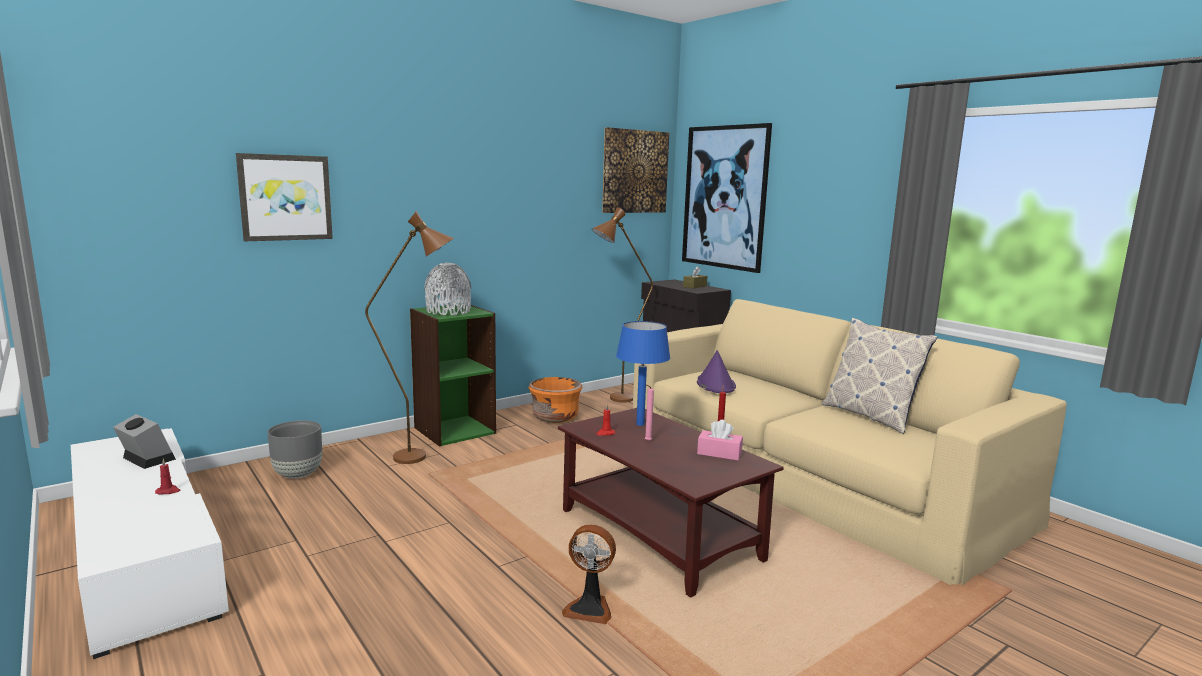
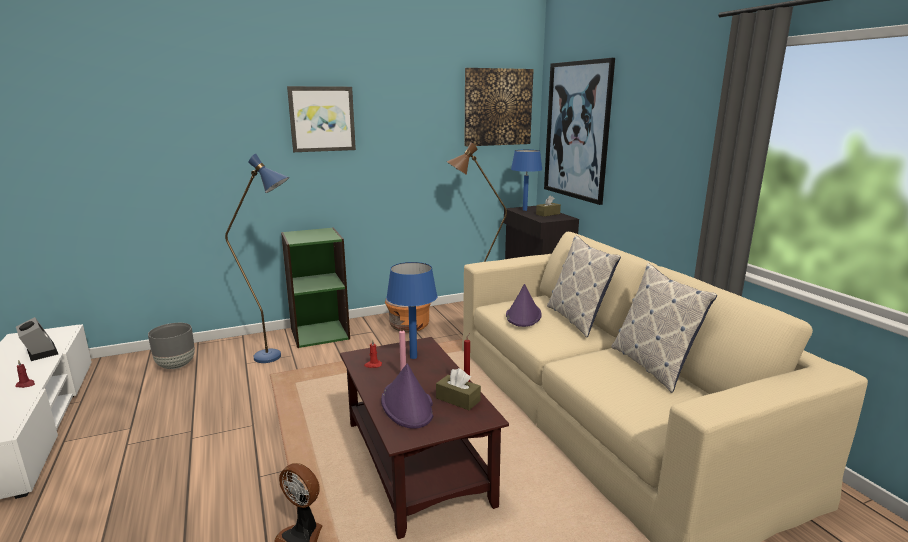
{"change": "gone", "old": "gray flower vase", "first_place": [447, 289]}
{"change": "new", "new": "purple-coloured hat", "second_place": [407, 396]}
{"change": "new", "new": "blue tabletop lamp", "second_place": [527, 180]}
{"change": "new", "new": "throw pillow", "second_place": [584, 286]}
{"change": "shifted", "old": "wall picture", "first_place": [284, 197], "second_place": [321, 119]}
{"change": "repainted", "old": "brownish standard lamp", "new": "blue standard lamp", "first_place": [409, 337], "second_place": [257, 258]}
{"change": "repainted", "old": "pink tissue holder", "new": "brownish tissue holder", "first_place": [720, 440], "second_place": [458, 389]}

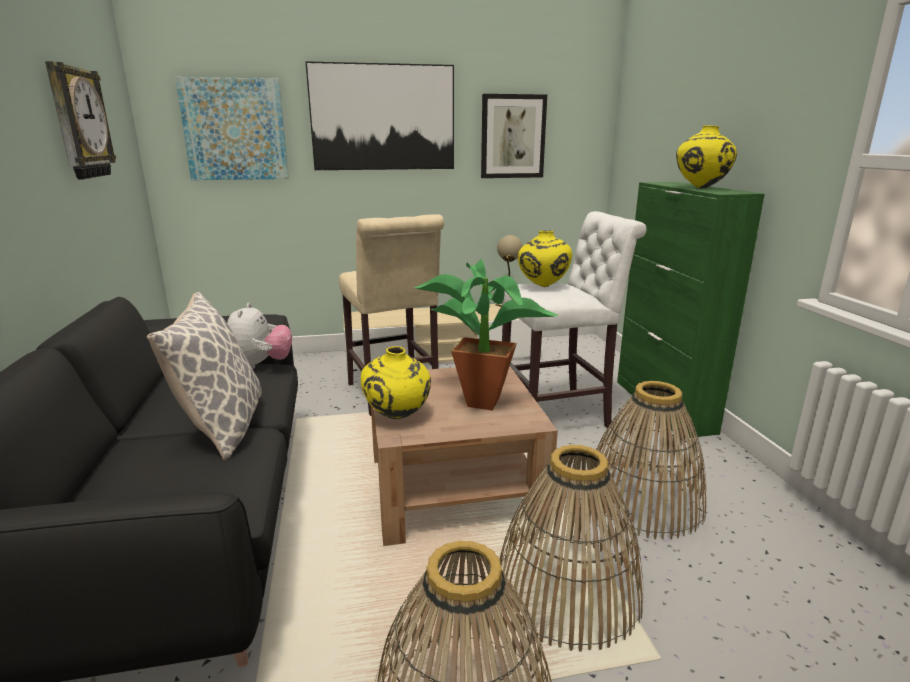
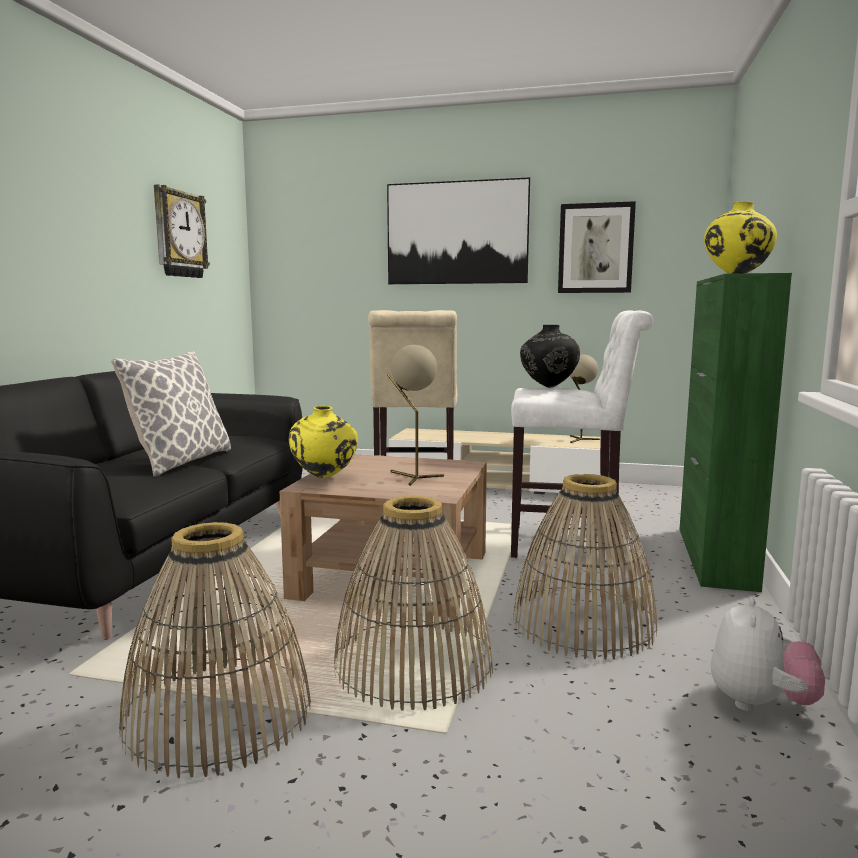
{"change": "gone", "old": "wall picture", "first_place": [232, 128]}
{"change": "shifted", "old": "soft toy", "first_place": [259, 336], "second_place": [768, 654]}
{"change": "swapped", "old": "plant in a pot", "new": "sand-coloured tabletop lamp", "first_place": [486, 334], "second_place": [415, 415]}
{"change": "repainted", "old": "yellow flower vase", "new": "black-coloured flower vase", "first_place": [545, 258], "second_place": [550, 356]}

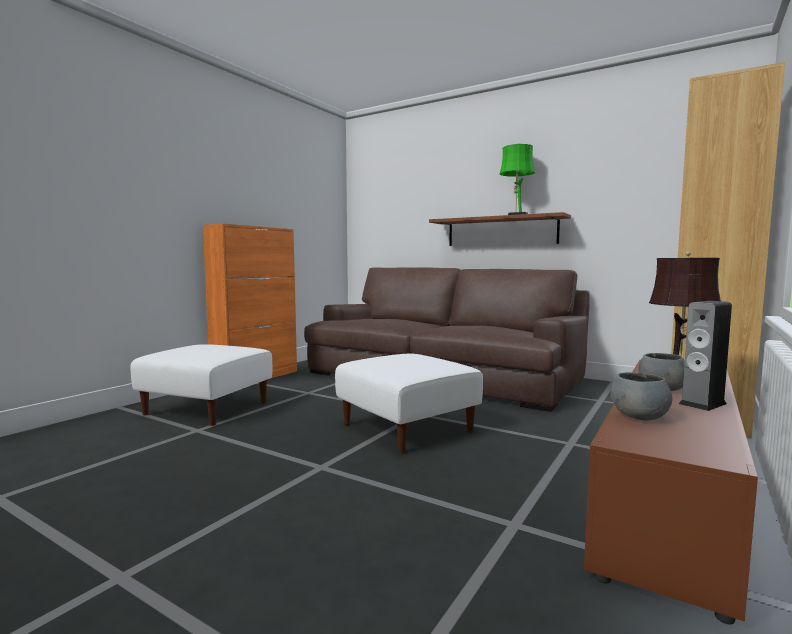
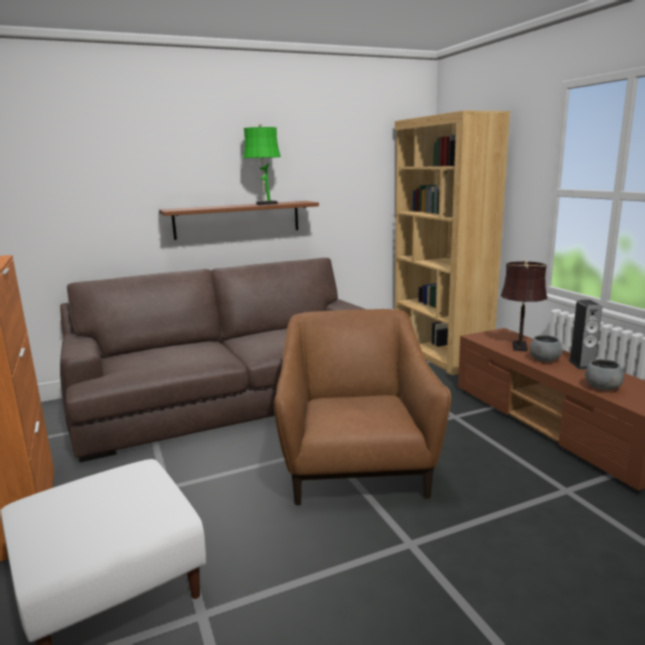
{"change": "swapped", "old": "white-coloured ottoman", "new": "brownish armchair", "first_place": [409, 403], "second_place": [362, 407]}

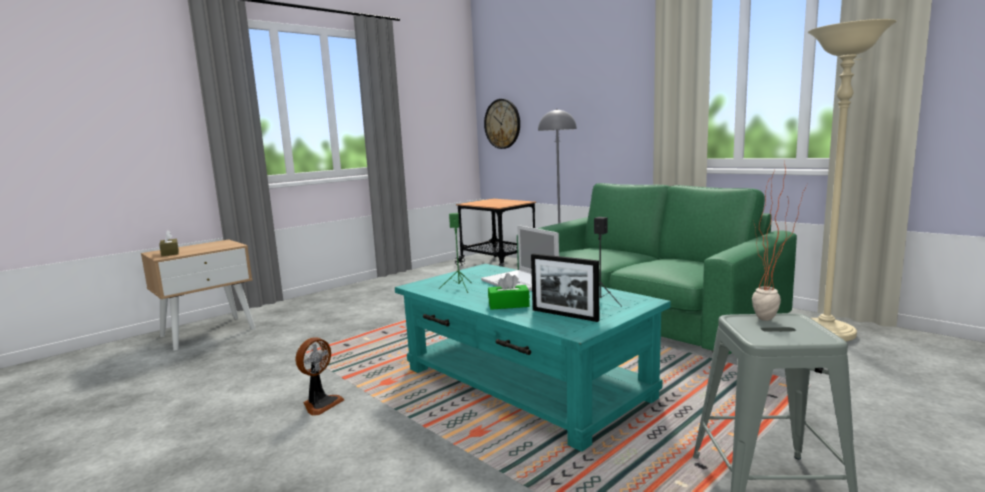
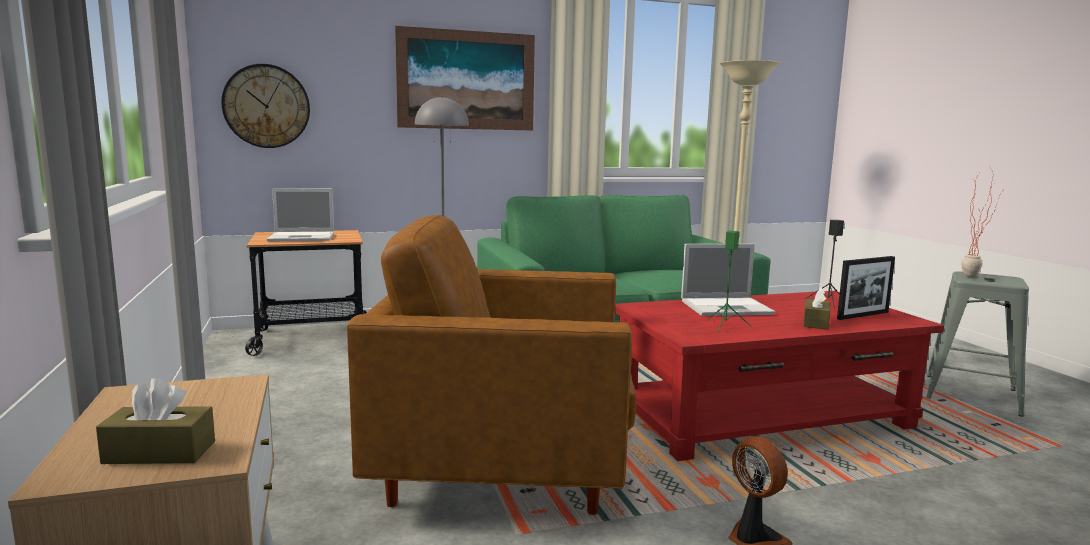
{"change": "new", "new": "notebook computer", "second_place": [300, 215]}
{"change": "new", "new": "brownish armchair", "second_place": [491, 365]}
{"change": "new", "new": "wall picture", "second_place": [465, 78]}
{"change": "repainted", "old": "blue-green low table", "new": "red low table", "first_place": [533, 358], "second_place": [779, 376]}
{"change": "repainted", "old": "greenish tissue holder", "new": "brownish tissue holder", "first_place": [509, 291], "second_place": [816, 308]}

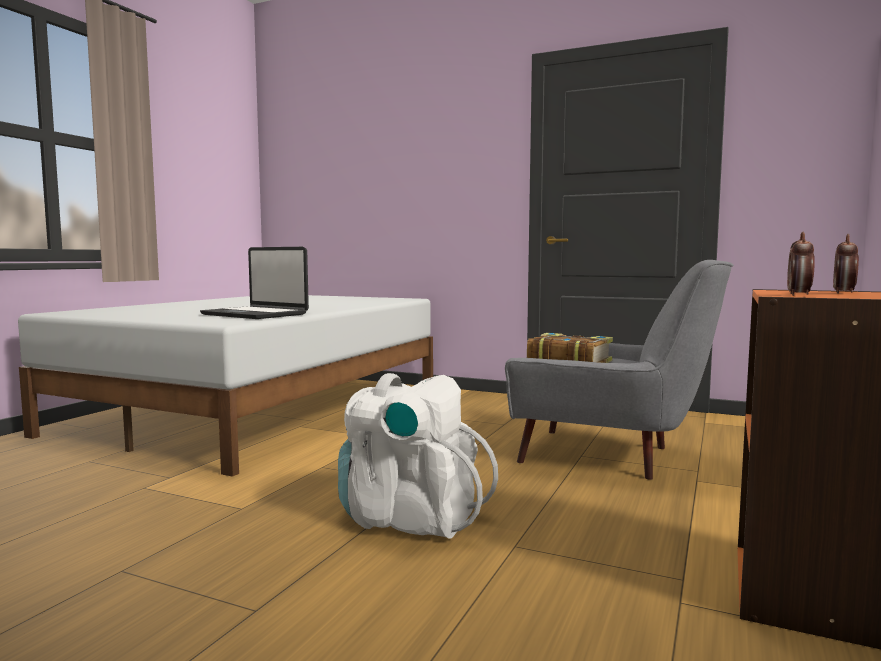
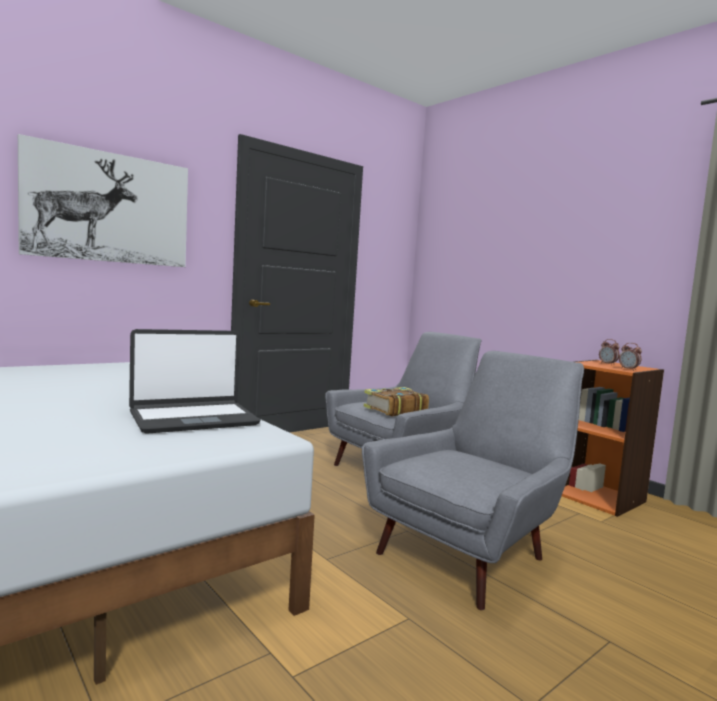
{"change": "new", "new": "wall picture", "second_place": [103, 200]}
{"change": "swapped", "old": "white-coloured backpack", "new": "gray armchair", "first_place": [418, 456], "second_place": [473, 480]}

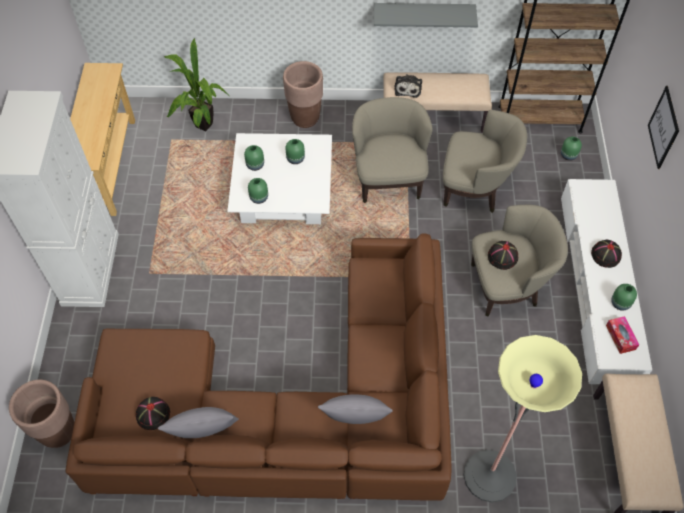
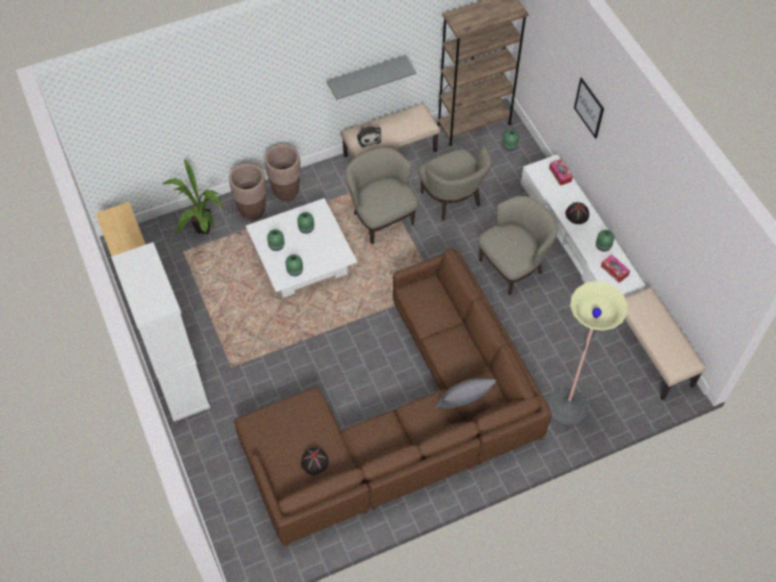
{"change": "gone", "old": "gray throw pillow", "first_place": [198, 422]}
{"change": "gone", "old": "black-coloured hat", "first_place": [503, 255]}
{"change": "new", "new": "tissue holder", "second_place": [561, 172]}
{"change": "shifted", "old": "brownish plant pot", "first_place": [41, 414], "second_place": [247, 191]}
{"change": "rotated", "old": "sand-coloured armchair", "first_place": [485, 161], "second_place": [455, 183], "degrees": 75}

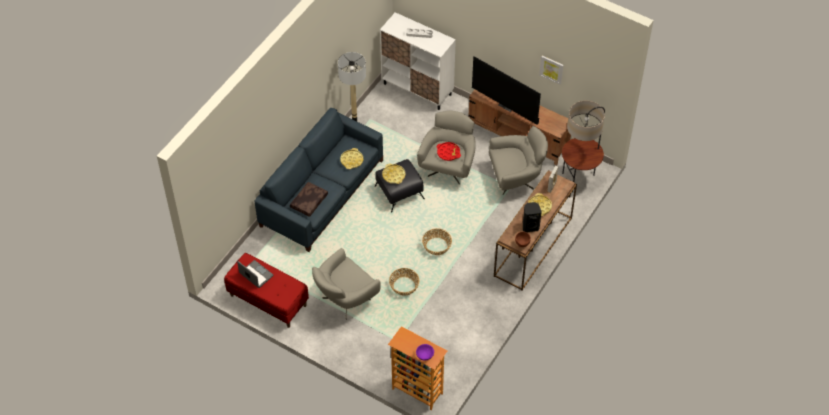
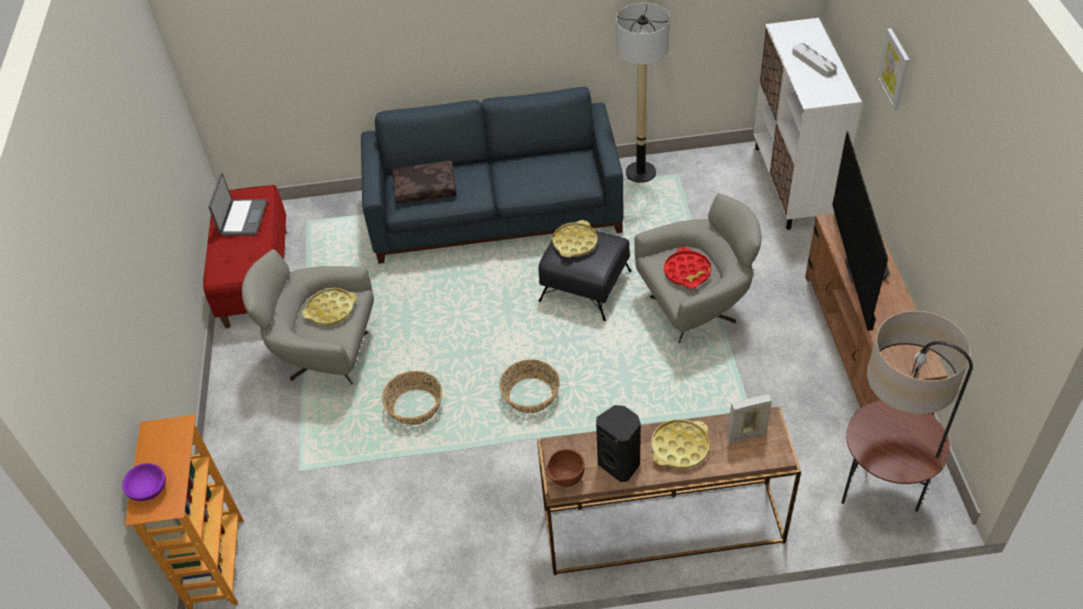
{"change": "gone", "old": "gray armchair", "first_place": [518, 160]}
{"change": "shifted", "old": "yellow carrying tray", "first_place": [351, 158], "second_place": [329, 306]}
{"change": "shifted", "old": "wall picture", "first_place": [551, 70], "second_place": [893, 69]}

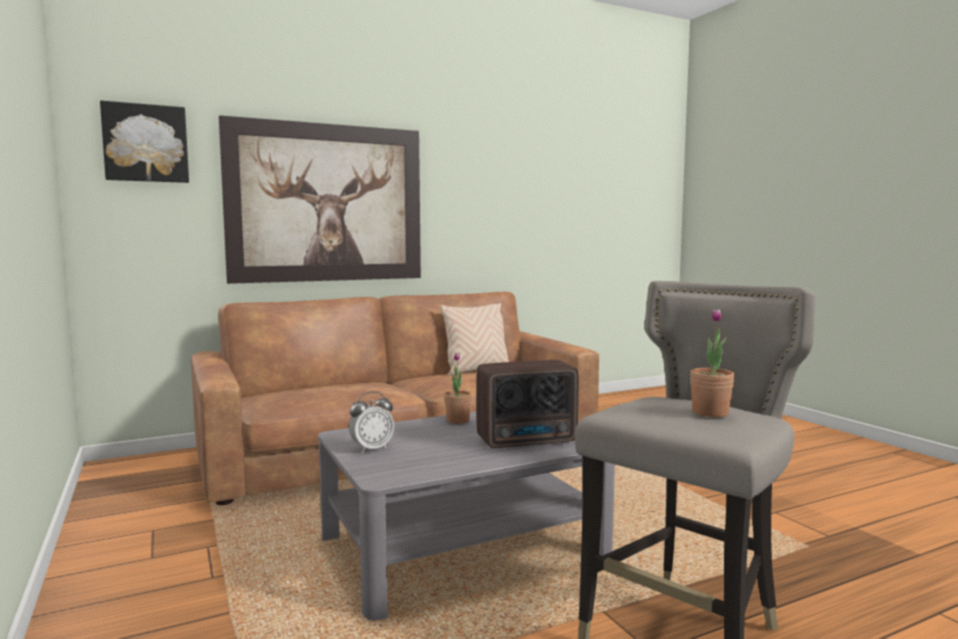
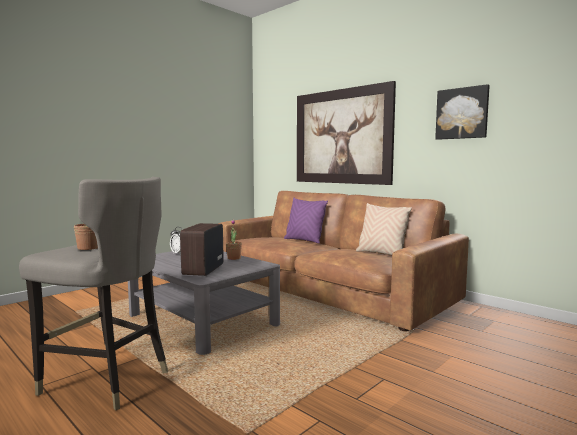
{"change": "new", "new": "purple-coloured throw pillow", "second_place": [306, 220]}
{"change": "shifted", "old": "wall picture", "first_place": [144, 142], "second_place": [462, 112]}
{"change": "rotated", "old": "radio receiver", "first_place": [527, 404], "second_place": [202, 249], "degrees": 45}

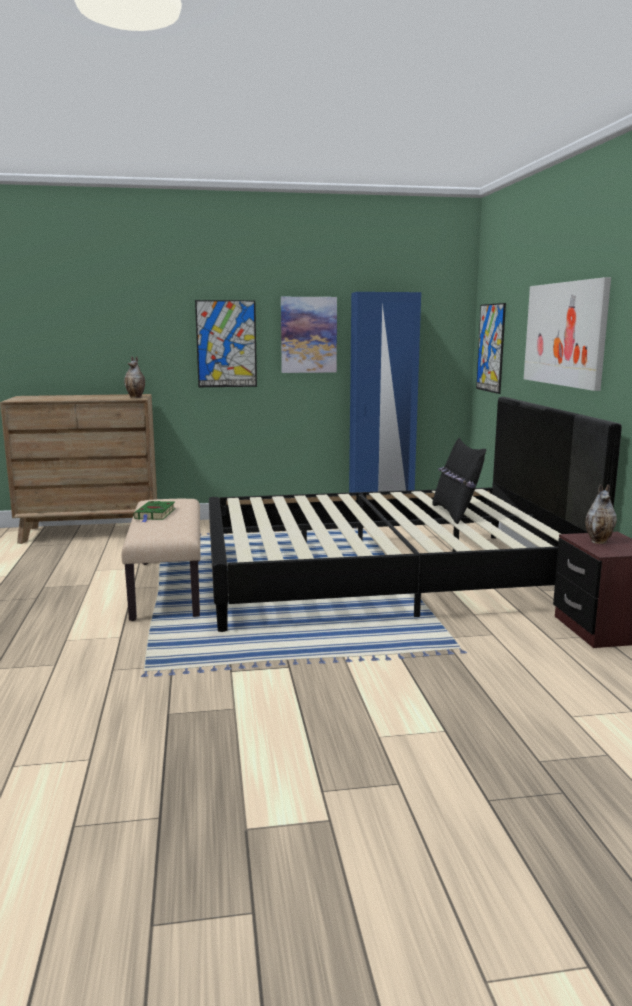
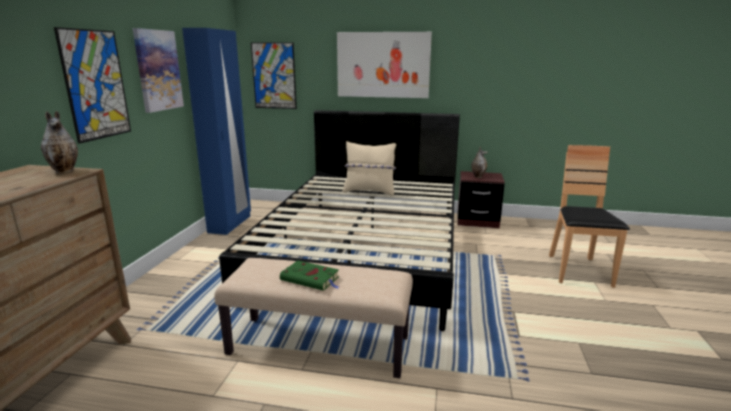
{"change": "new", "new": "brownish plain chair", "second_place": [589, 216]}
{"change": "repainted", "old": "black-coloured throw pillow", "new": "sand-coloured throw pillow", "first_place": [459, 481], "second_place": [369, 168]}

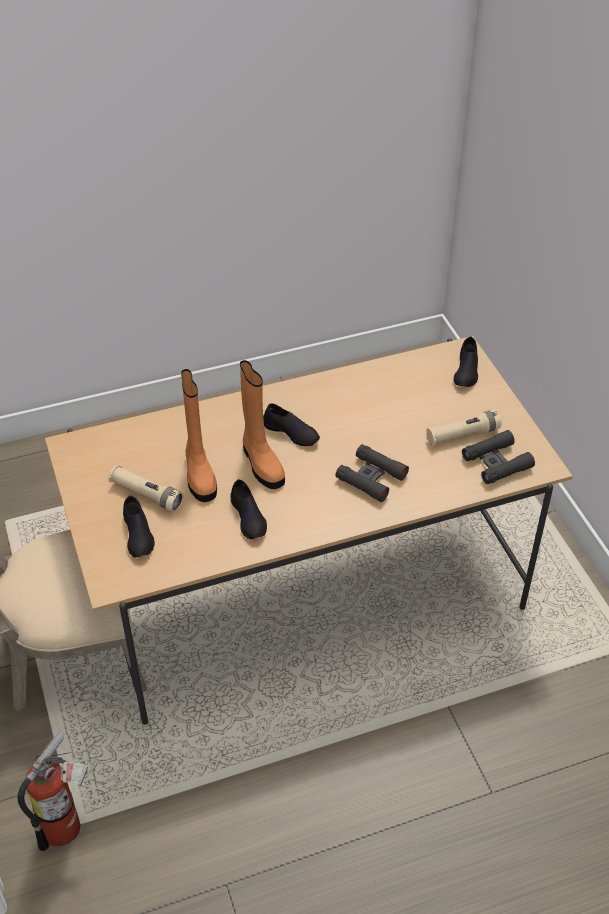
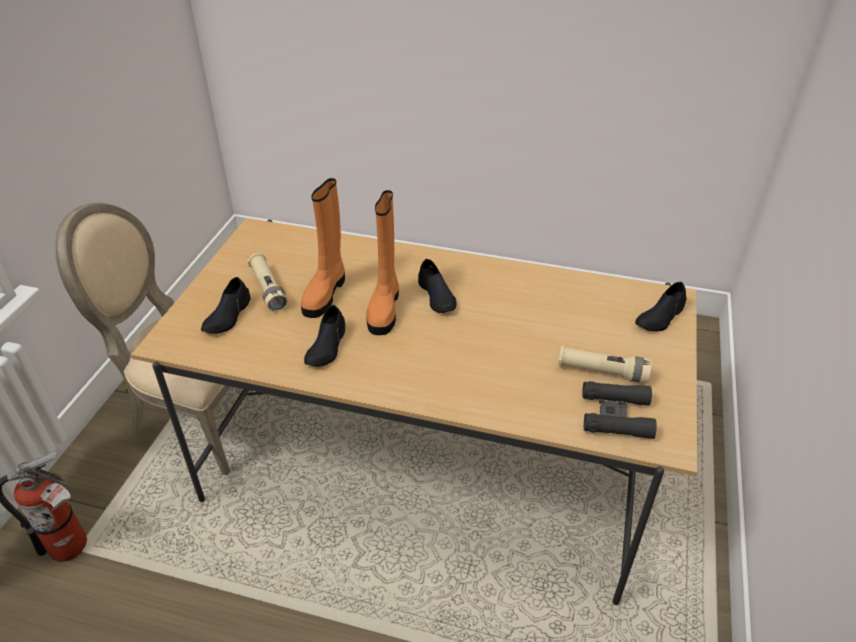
{"change": "gone", "old": "black-coloured pair of binoculars", "first_place": [372, 473]}

